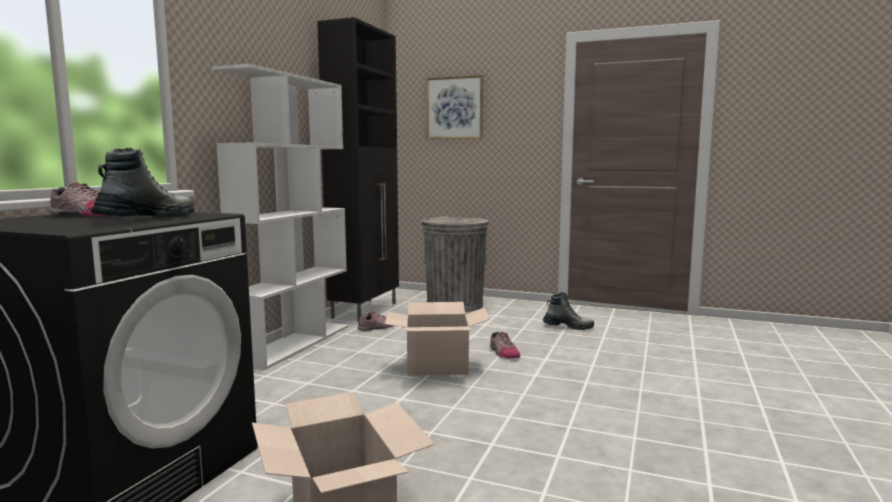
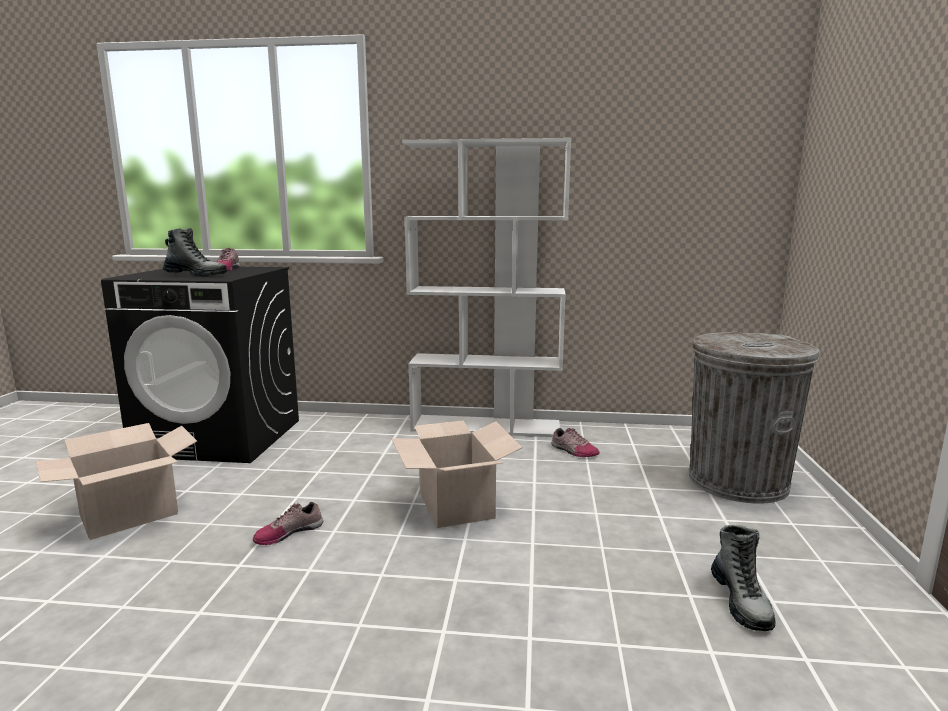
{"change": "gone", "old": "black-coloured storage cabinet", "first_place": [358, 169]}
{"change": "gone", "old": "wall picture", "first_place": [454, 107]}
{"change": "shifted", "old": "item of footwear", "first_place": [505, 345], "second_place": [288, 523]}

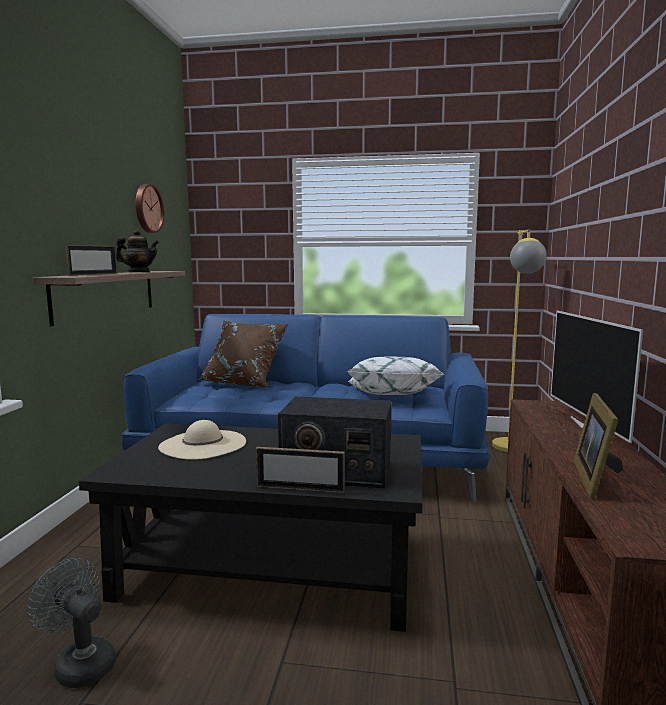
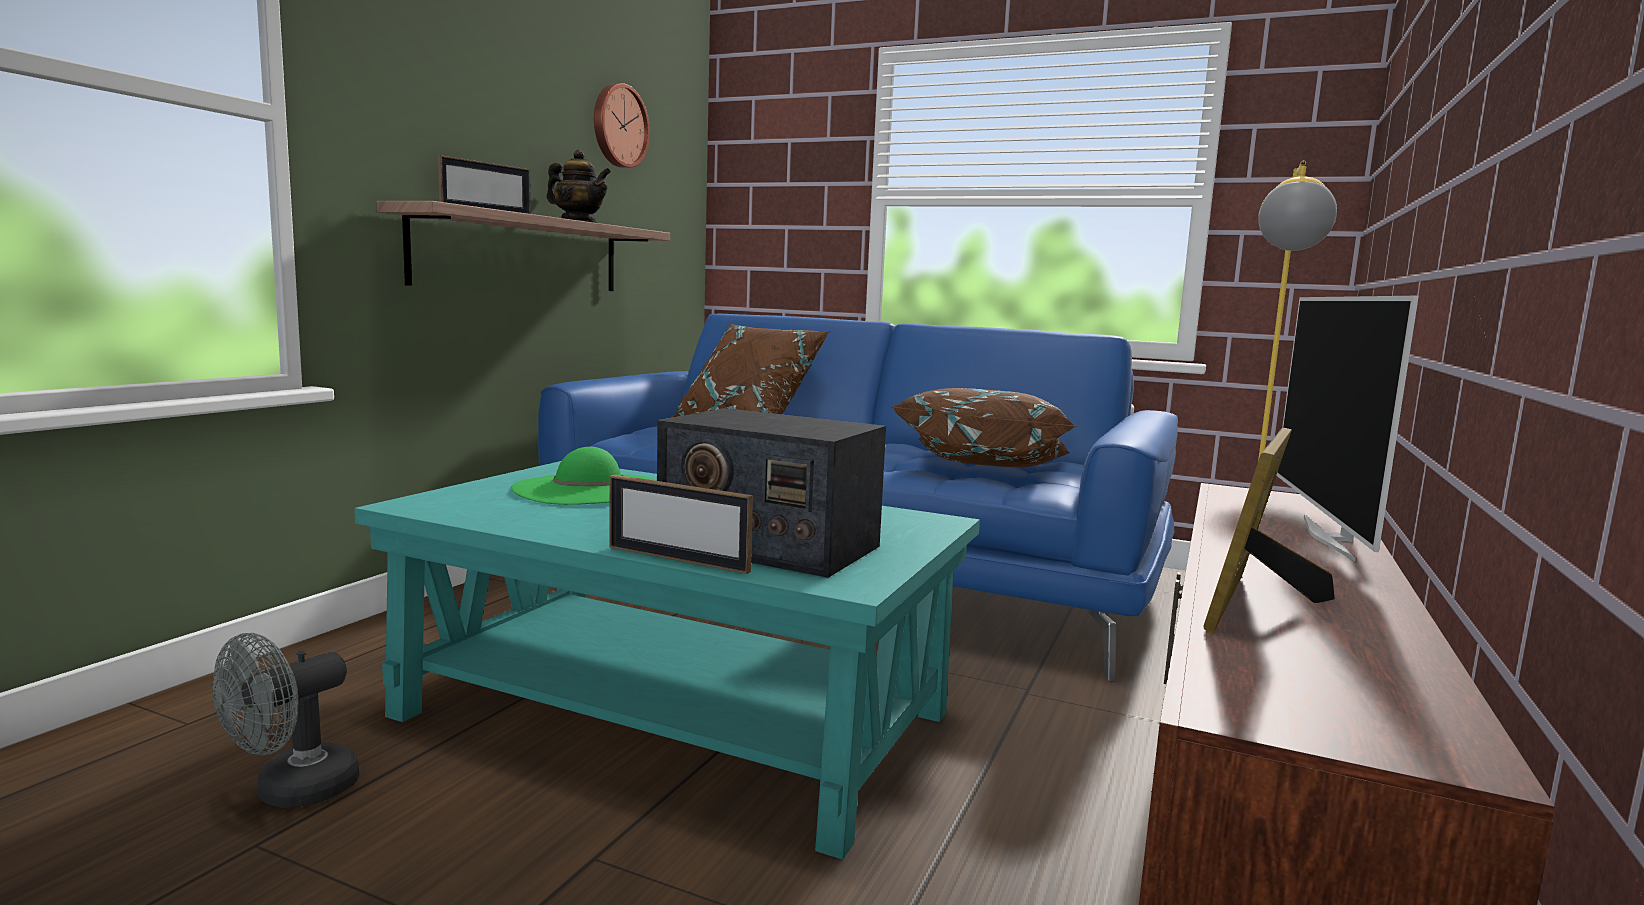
{"change": "repainted", "old": "black-coloured low table", "new": "blue-green low table", "first_place": [251, 527], "second_place": [667, 660]}
{"change": "repainted", "old": "sand-coloured hat", "new": "greenish hat", "first_place": [202, 440], "second_place": [584, 476]}
{"change": "repainted", "old": "white-coloured throw pillow", "new": "brownish throw pillow", "first_place": [396, 376], "second_place": [983, 427]}
{"change": "rotated", "old": "gray cooling fan", "first_place": [71, 623], "second_place": [285, 720], "degrees": -105}

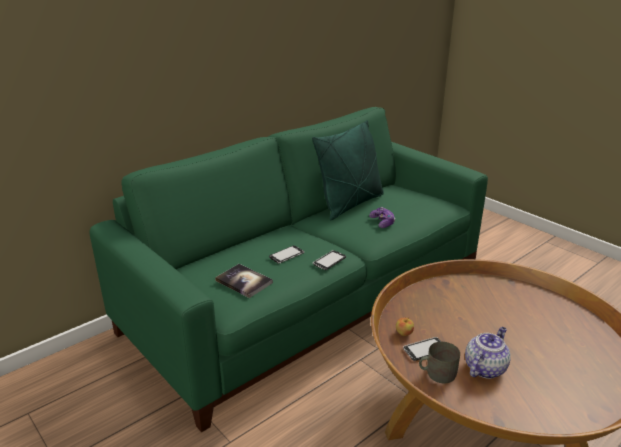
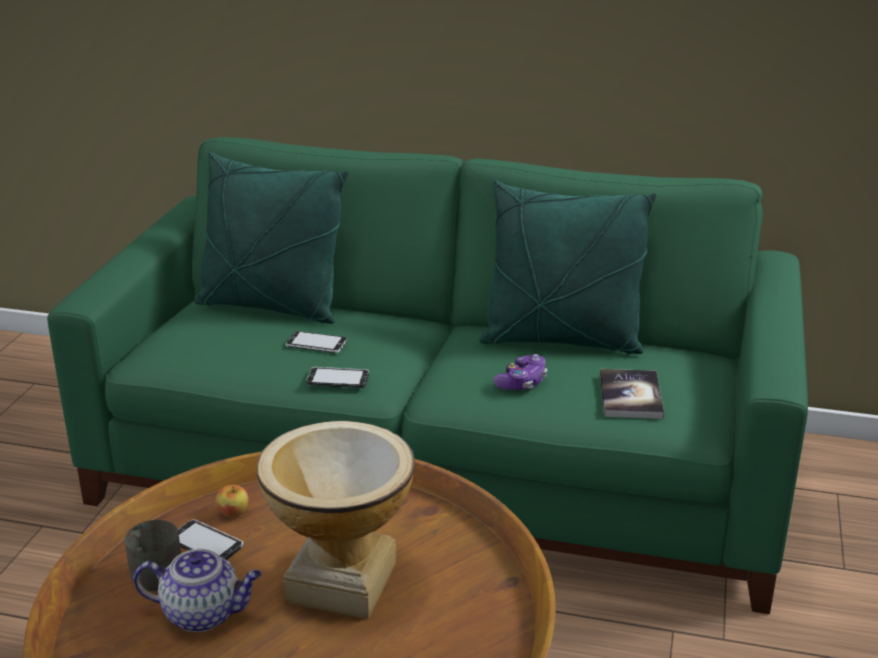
{"change": "new", "new": "greenish throw pillow", "second_place": [271, 238]}
{"change": "new", "new": "flower vase", "second_place": [336, 520]}
{"change": "shifted", "old": "bound book", "first_place": [244, 281], "second_place": [632, 394]}

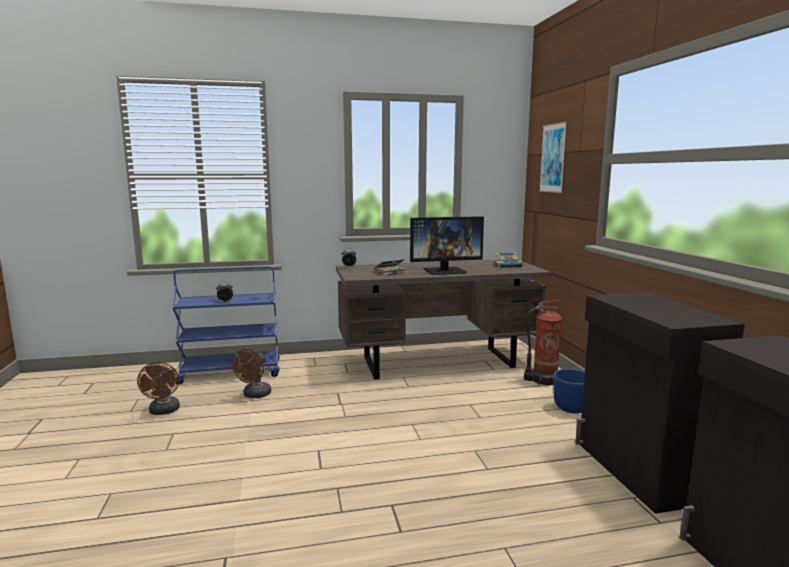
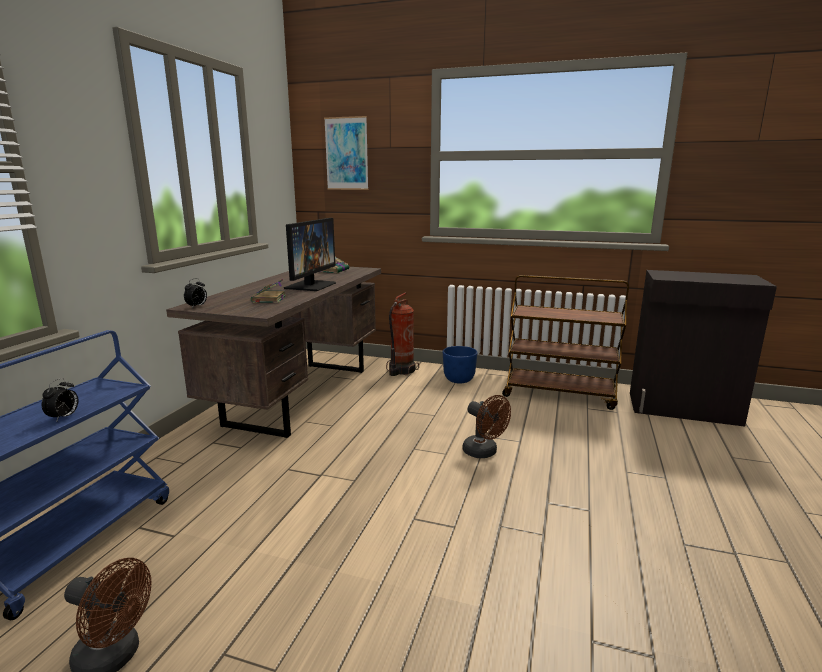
{"change": "shifted", "old": "brownish cooling fan", "first_place": [251, 373], "second_place": [486, 426]}
{"change": "swapped", "old": "black-coloured storage cabinet", "new": "brownish trolley", "first_place": [660, 403], "second_place": [565, 342]}

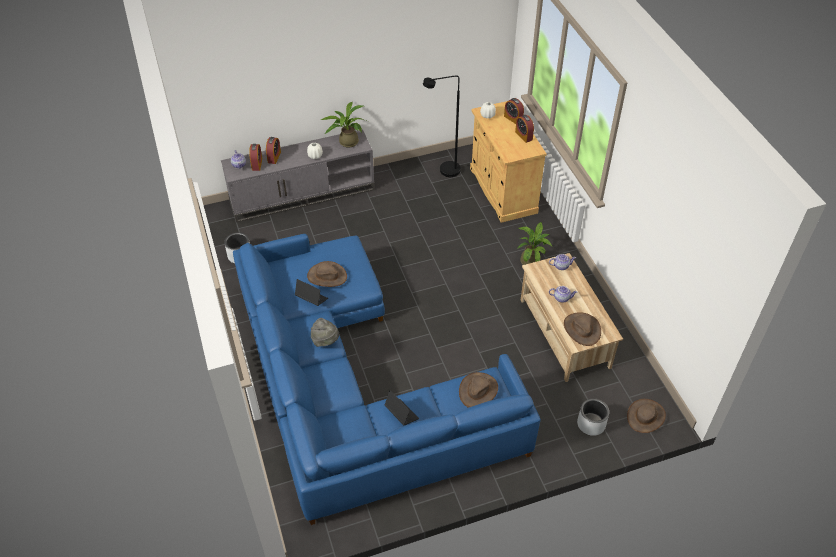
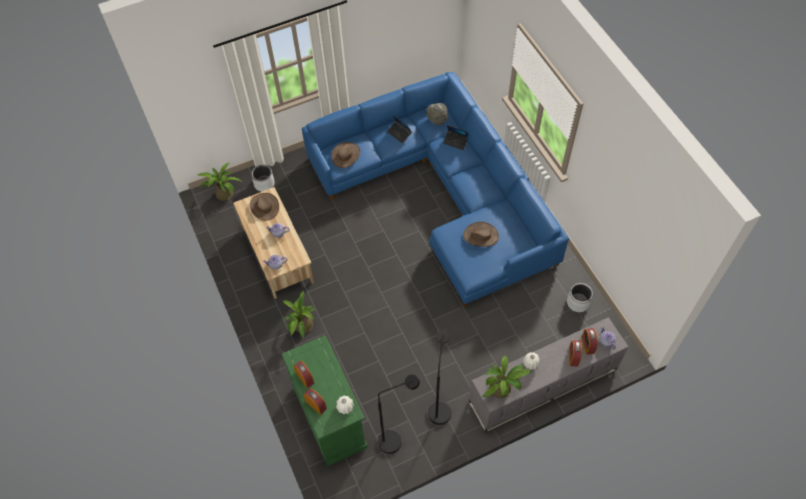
{"change": "new", "new": "black-coloured standard lamp", "second_place": [439, 377]}
{"change": "shifted", "old": "notebook computer", "first_place": [311, 292], "second_place": [455, 137]}
{"change": "shifted", "old": "gray hat", "first_place": [325, 332], "second_place": [437, 114]}
{"change": "swapped", "old": "brownish hat", "new": "plant in a pot", "first_place": [646, 416], "second_place": [219, 182]}
{"change": "repainted", "old": "sand-coloured storage cabinet", "new": "greenish storage cabinet", "first_place": [508, 162], "second_place": [325, 400]}

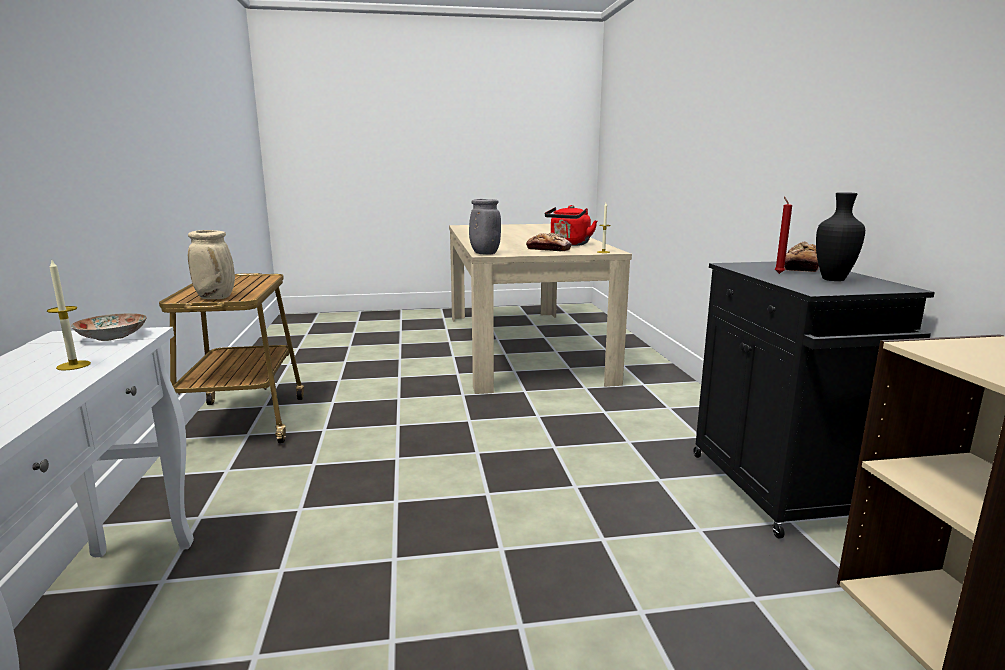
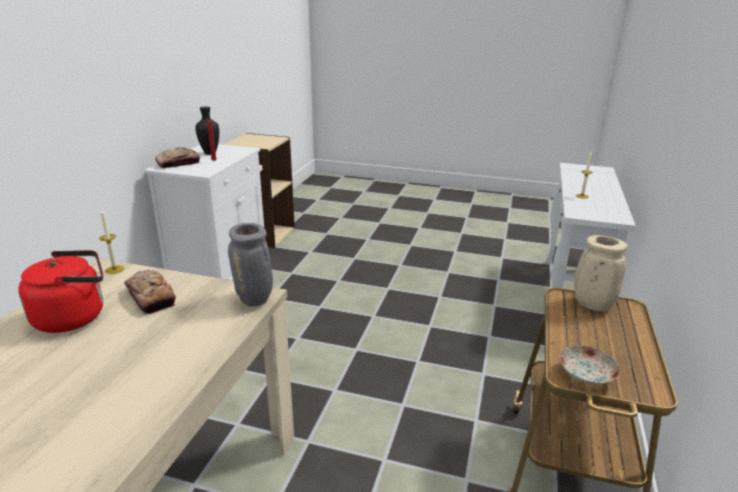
{"change": "shifted", "old": "plate", "first_place": [109, 327], "second_place": [589, 365]}
{"change": "repainted", "old": "black-coloured storage cabinet", "new": "white-coloured storage cabinet", "first_place": [814, 400], "second_place": [204, 212]}

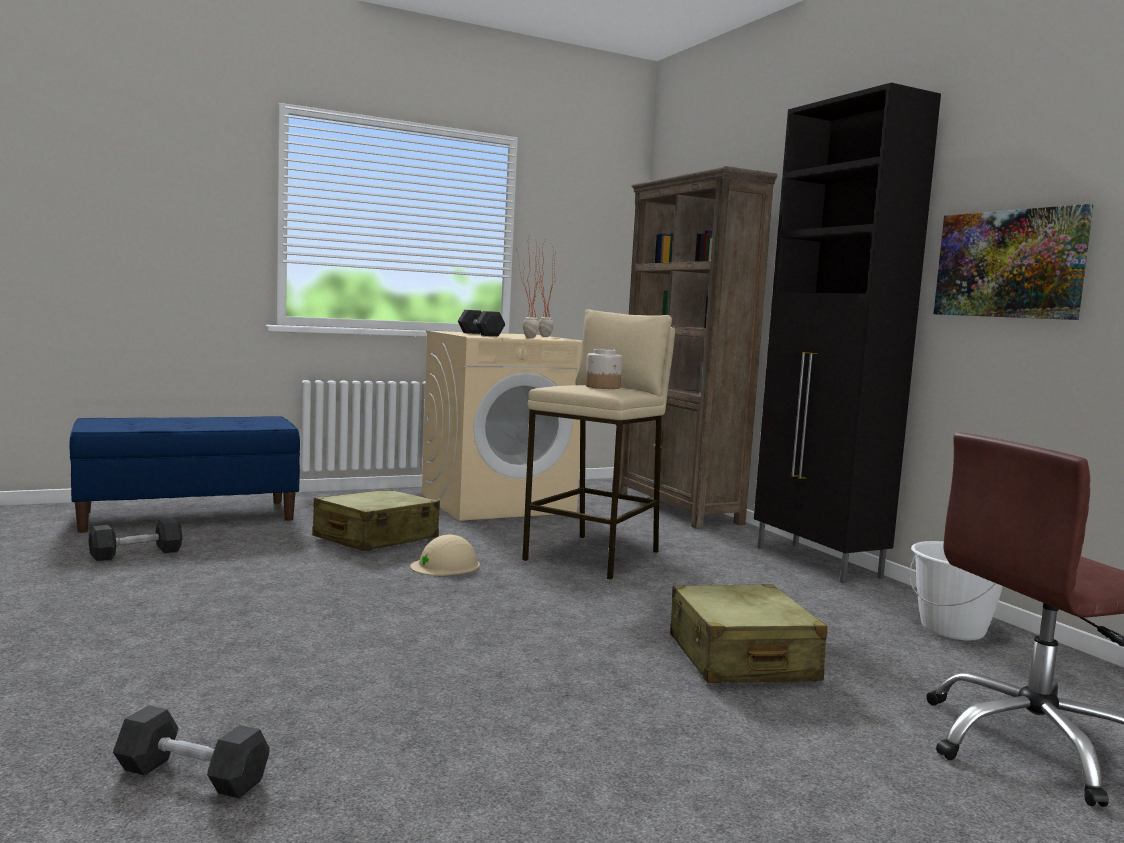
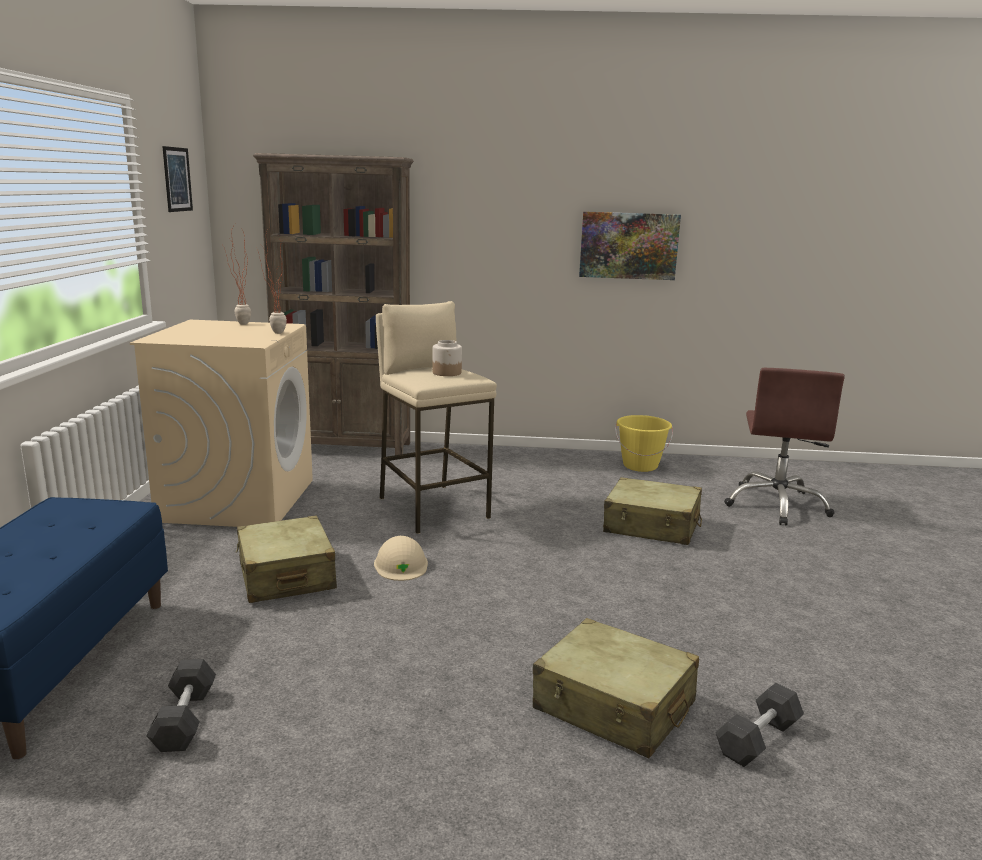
{"change": "gone", "old": "gray hand weight", "first_place": [482, 323]}
{"change": "gone", "old": "black-coloured storage cabinet", "first_place": [847, 333]}
{"change": "new", "new": "wall picture", "second_place": [177, 179]}
{"change": "new", "new": "sand-coloured suitcase", "second_place": [616, 688]}
{"change": "repainted", "old": "white-coloured water bucket", "new": "yellow water bucket", "first_place": [956, 591], "second_place": [644, 443]}

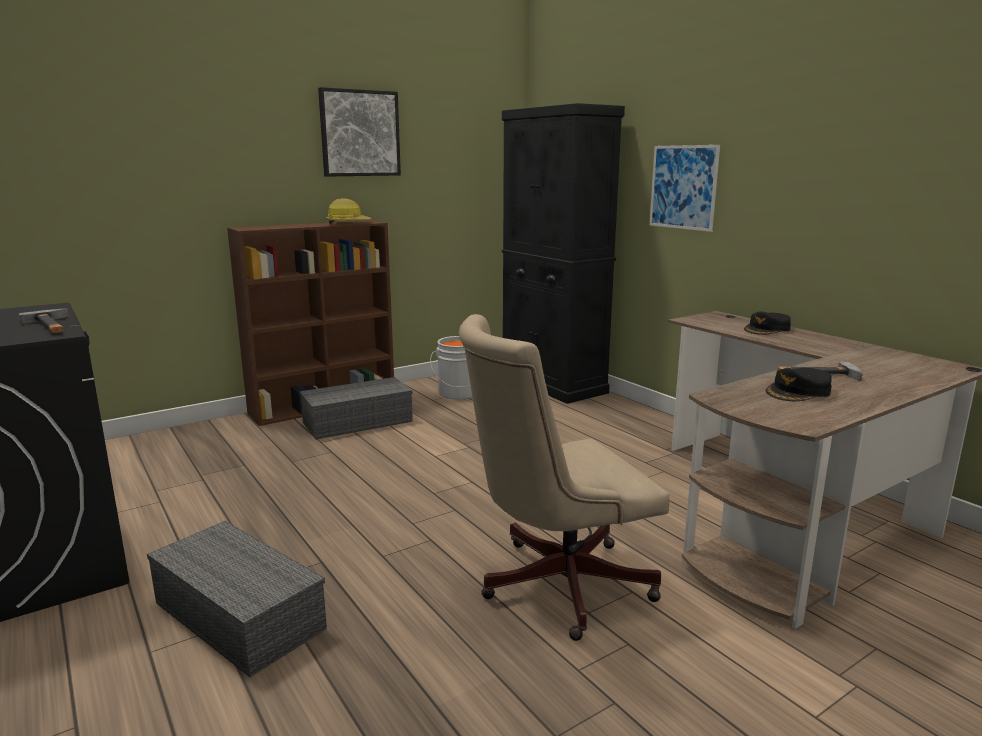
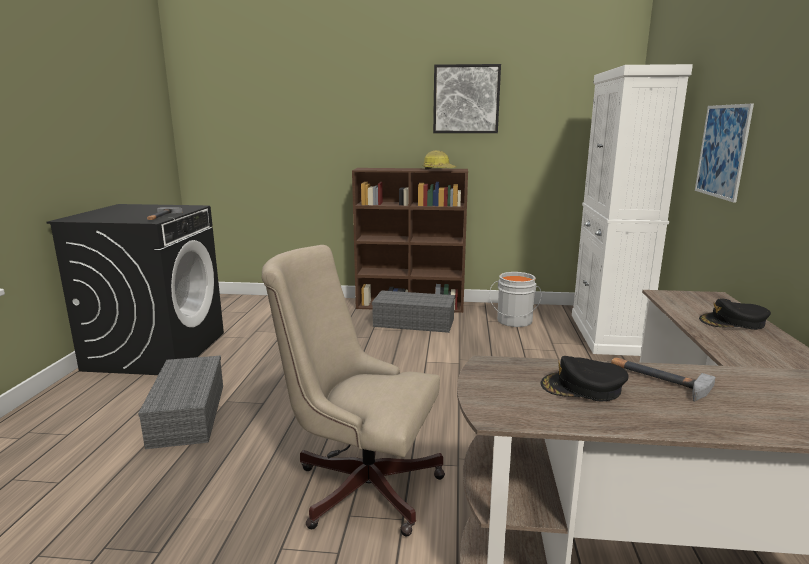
{"change": "repainted", "old": "black-coloured storage cabinet", "new": "white-coloured storage cabinet", "first_place": [563, 253], "second_place": [632, 210]}

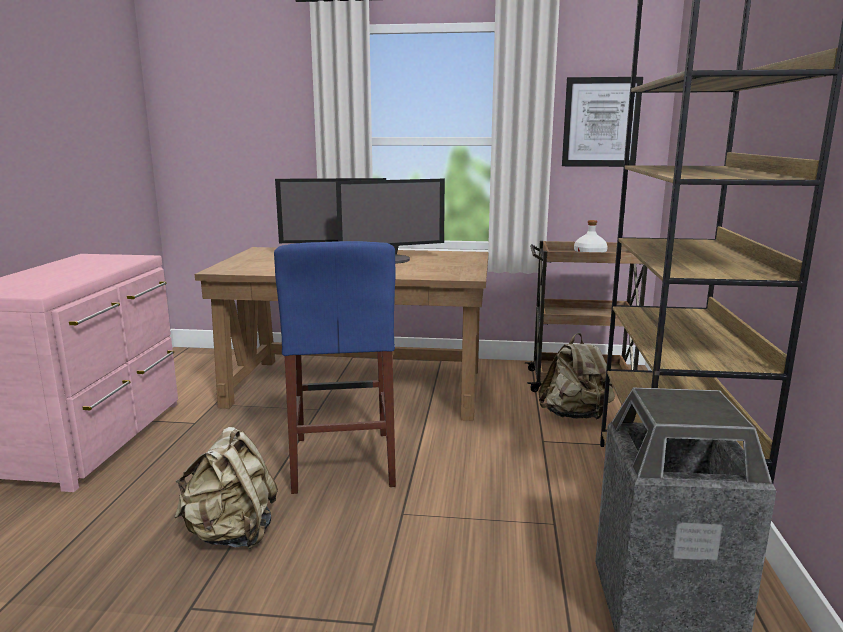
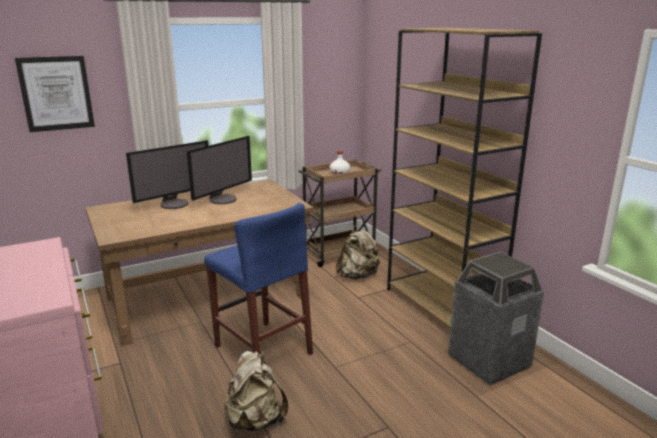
{"change": "shifted", "old": "wall picture", "first_place": [602, 122], "second_place": [55, 94]}

